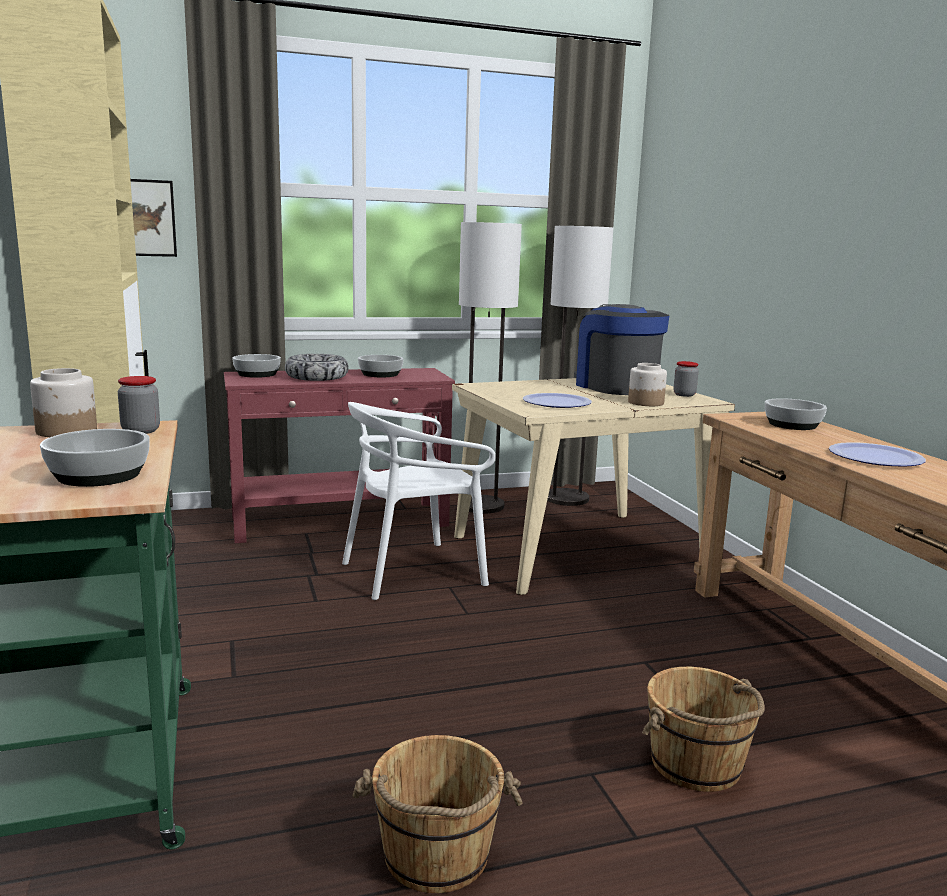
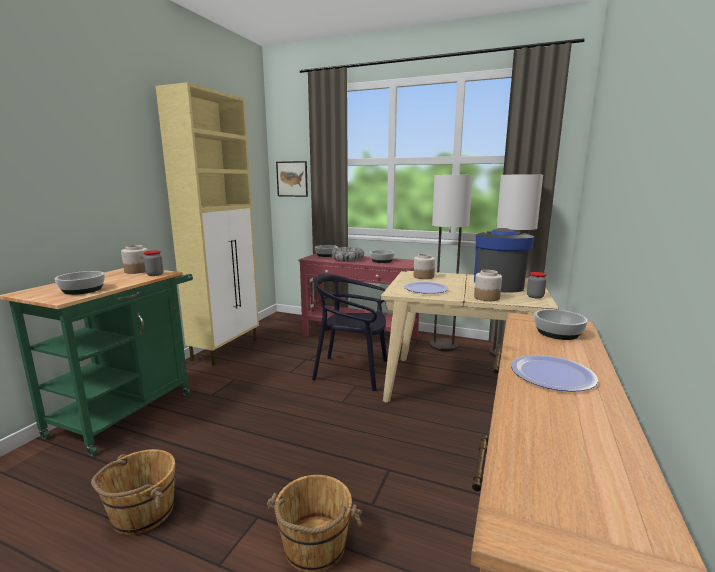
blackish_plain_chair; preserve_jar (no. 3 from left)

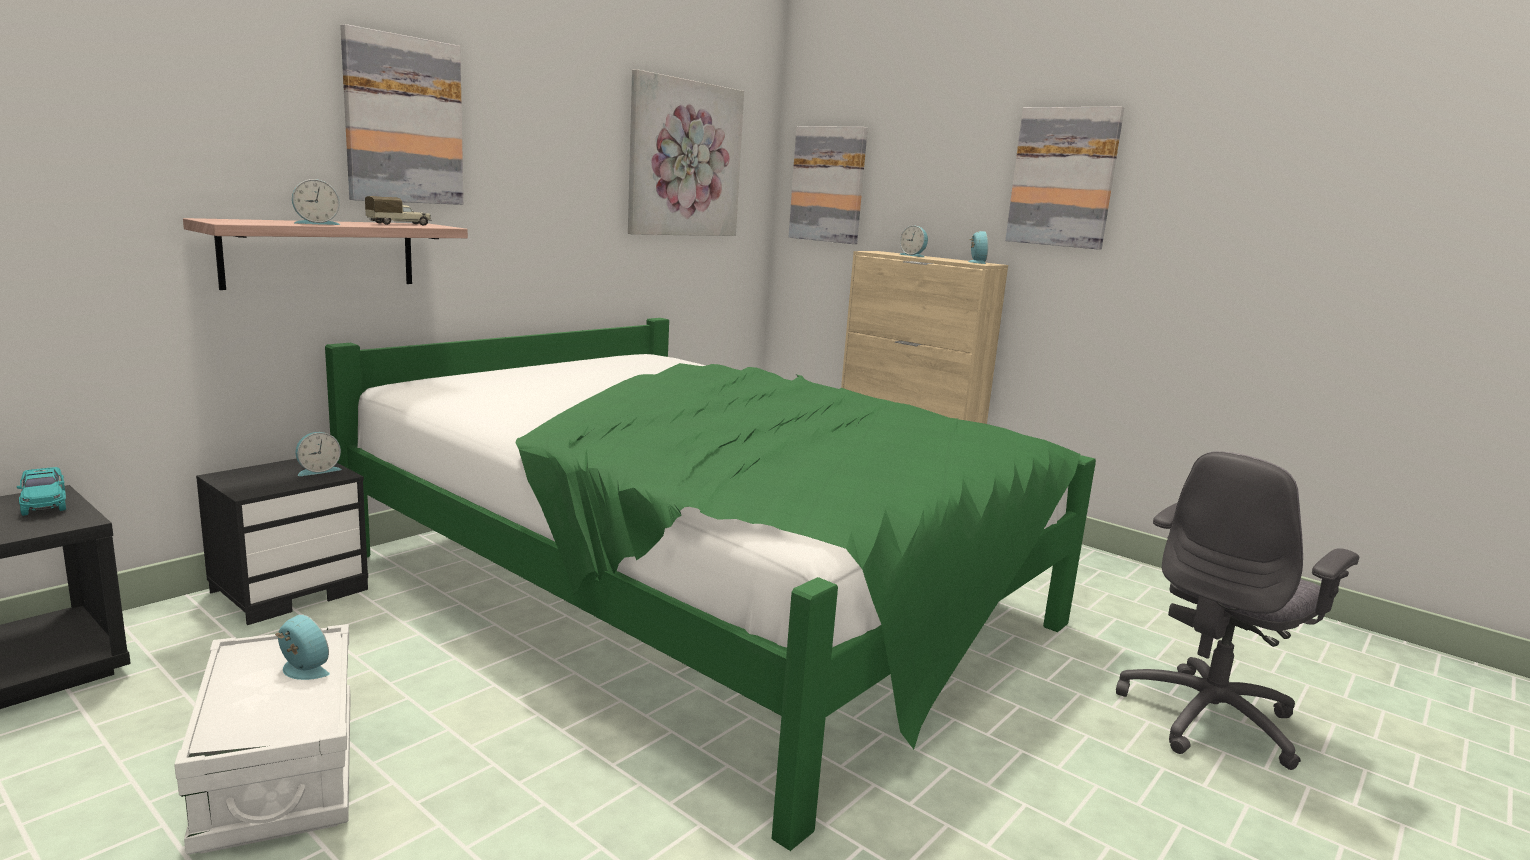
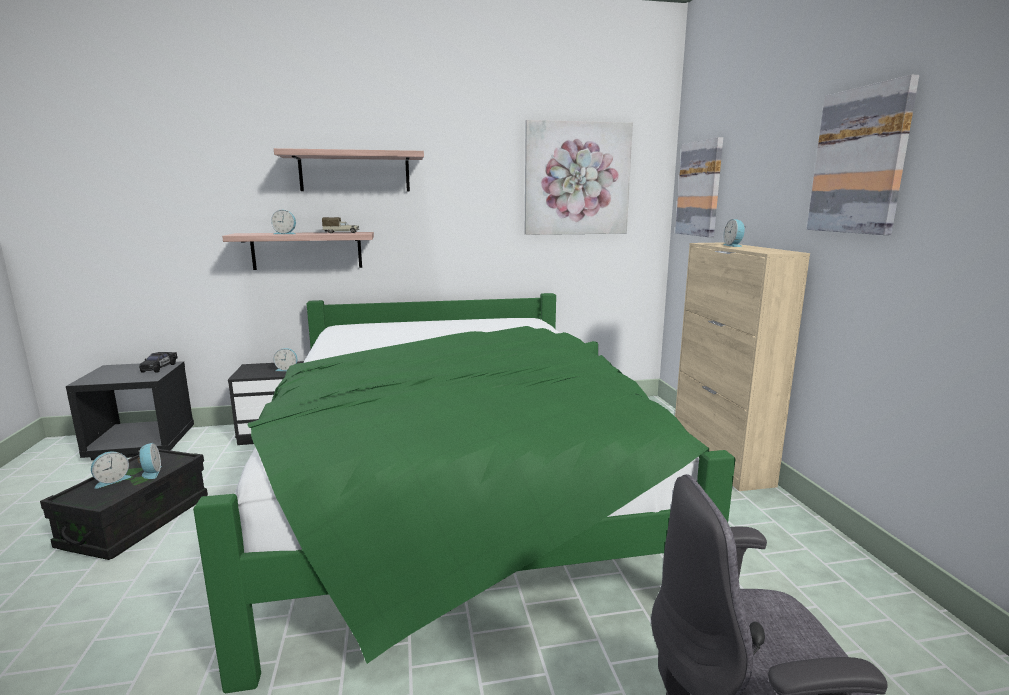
blackish_storage_bin; table_clock (no. 1 from left); blackish_miniature_car; wall_shelf (no. 2 from left)

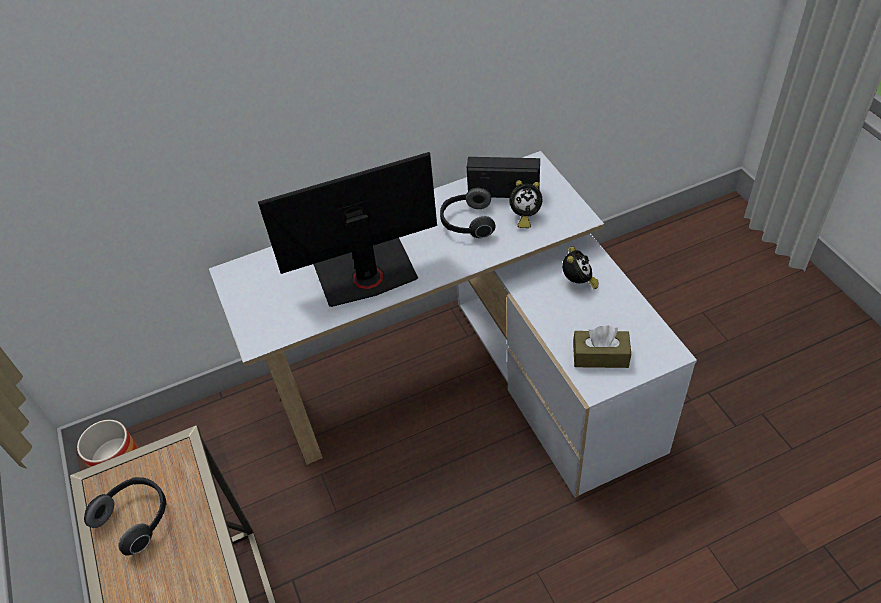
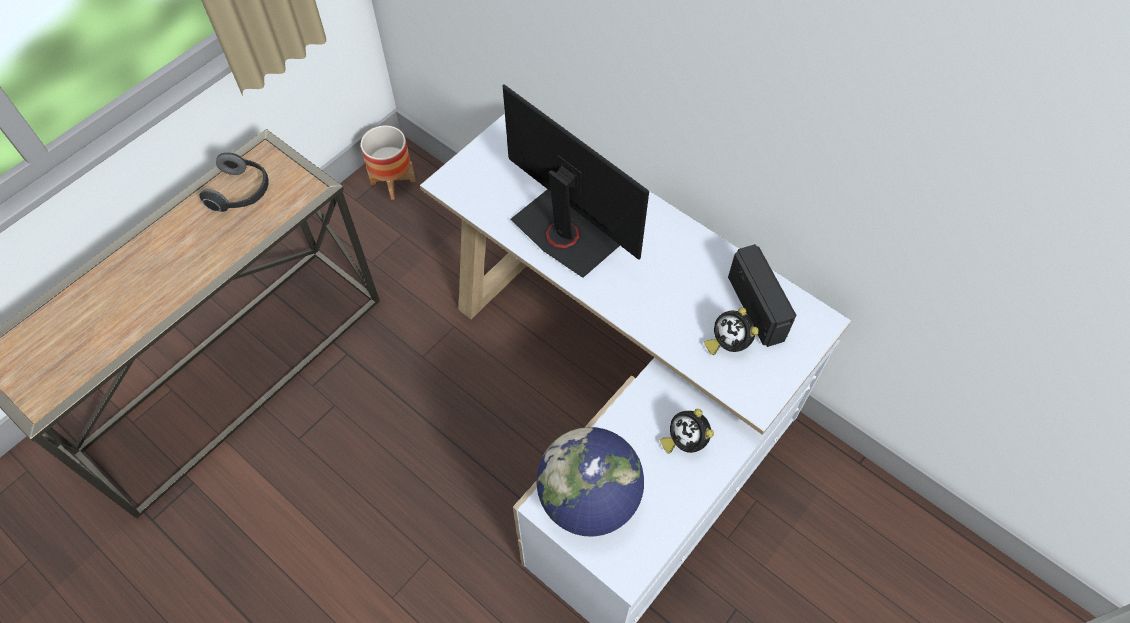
globe; table_clock (no. 1 from left); headset (no. 2 from left in the first image)

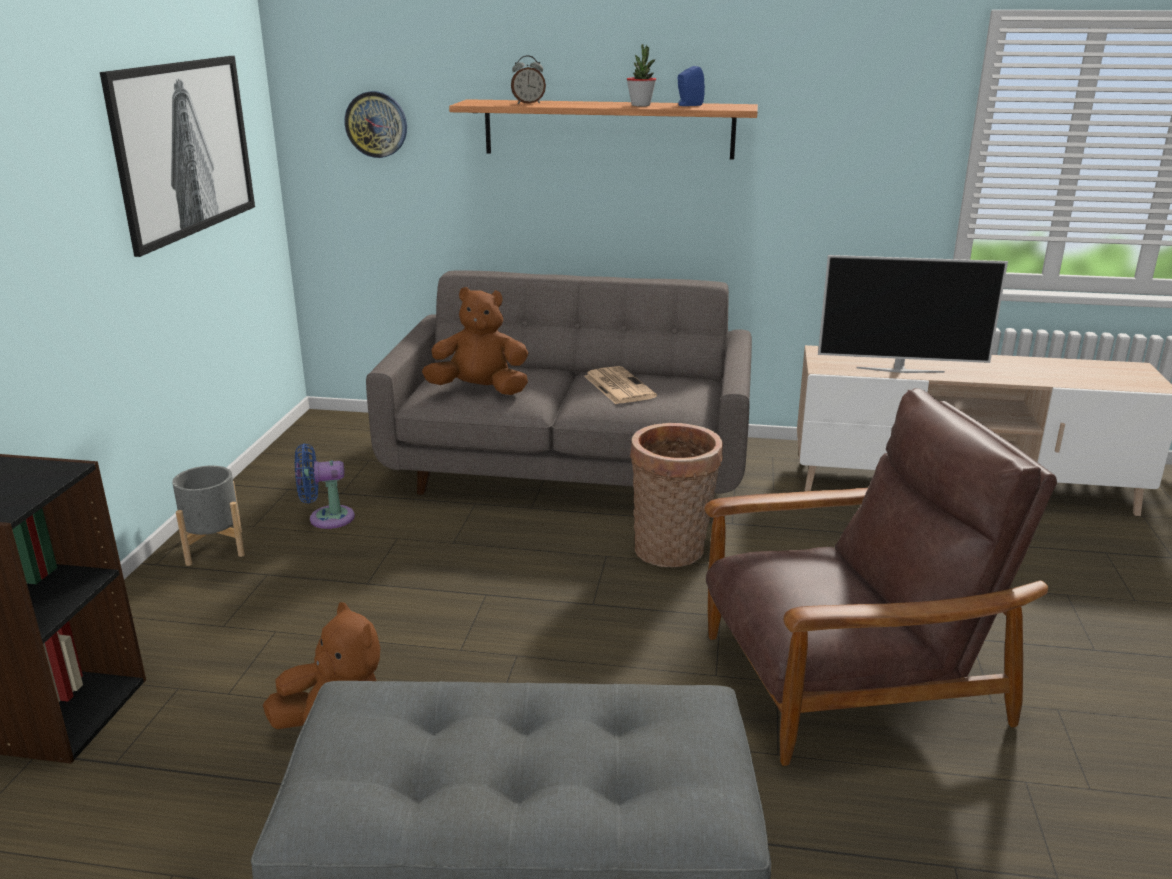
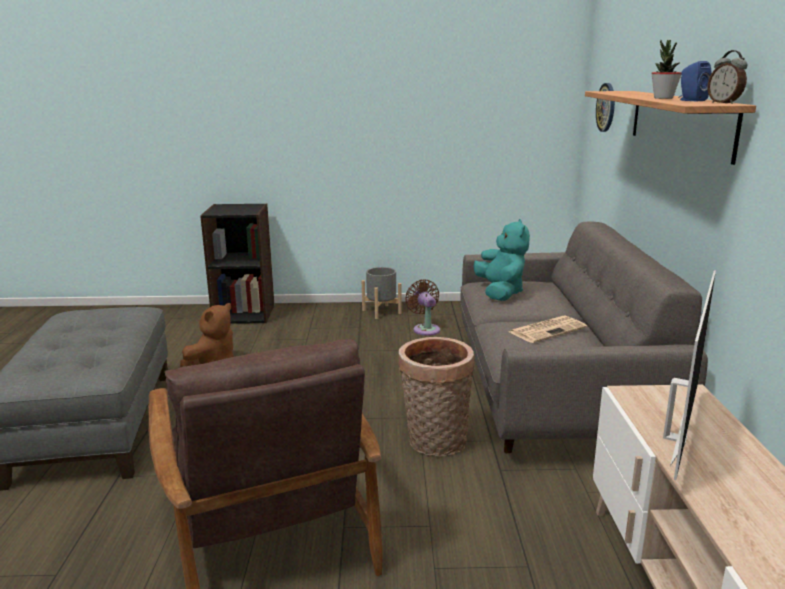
brownish_electric_fan; turquoise_plush_toy; television; table_clock; wall_art

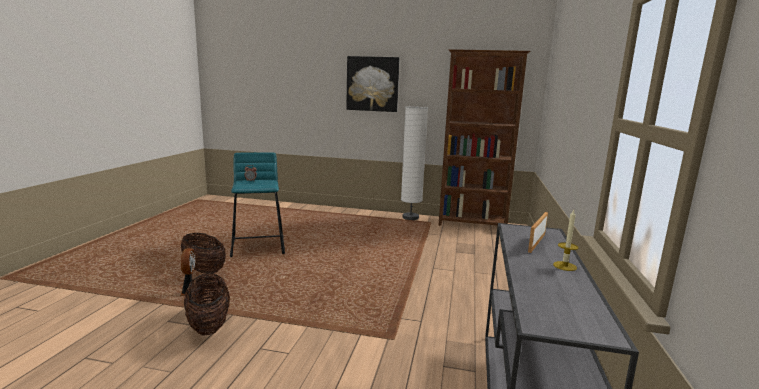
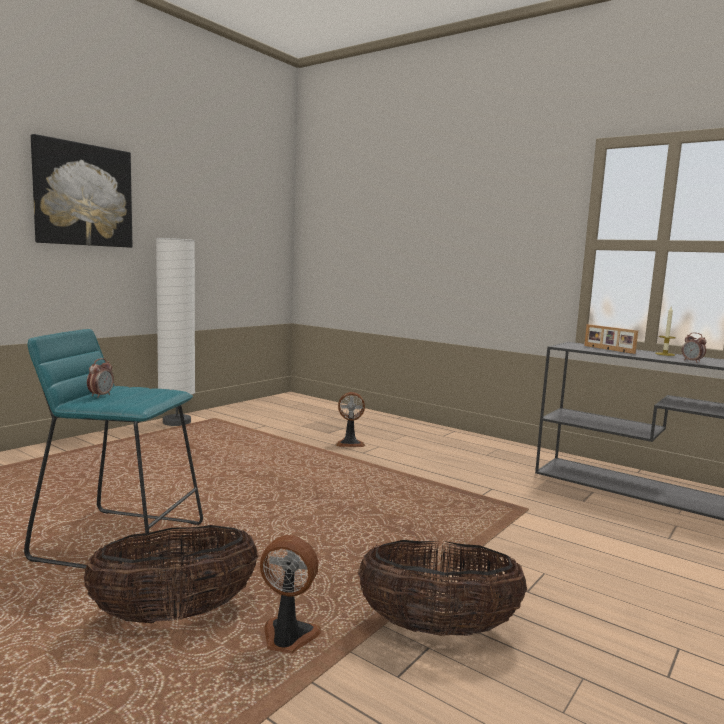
electric_fan (no. 2 from left); table_clock (no. 2 from left); brownish_bookshelf

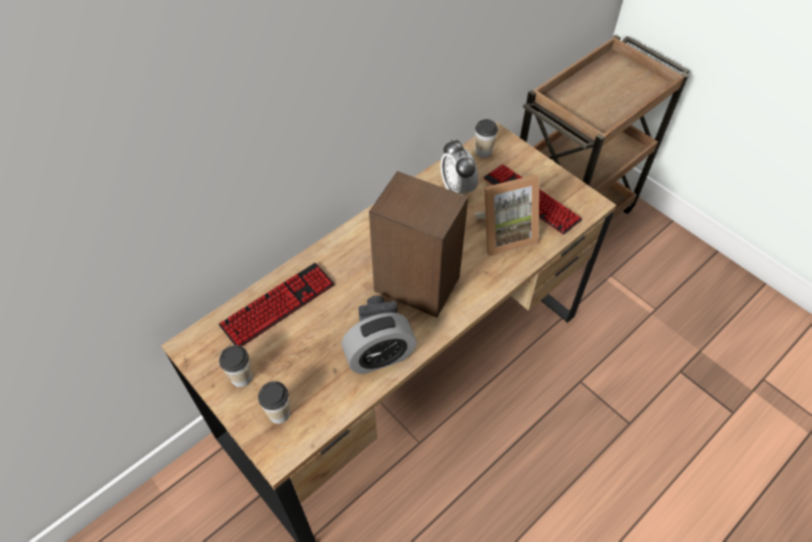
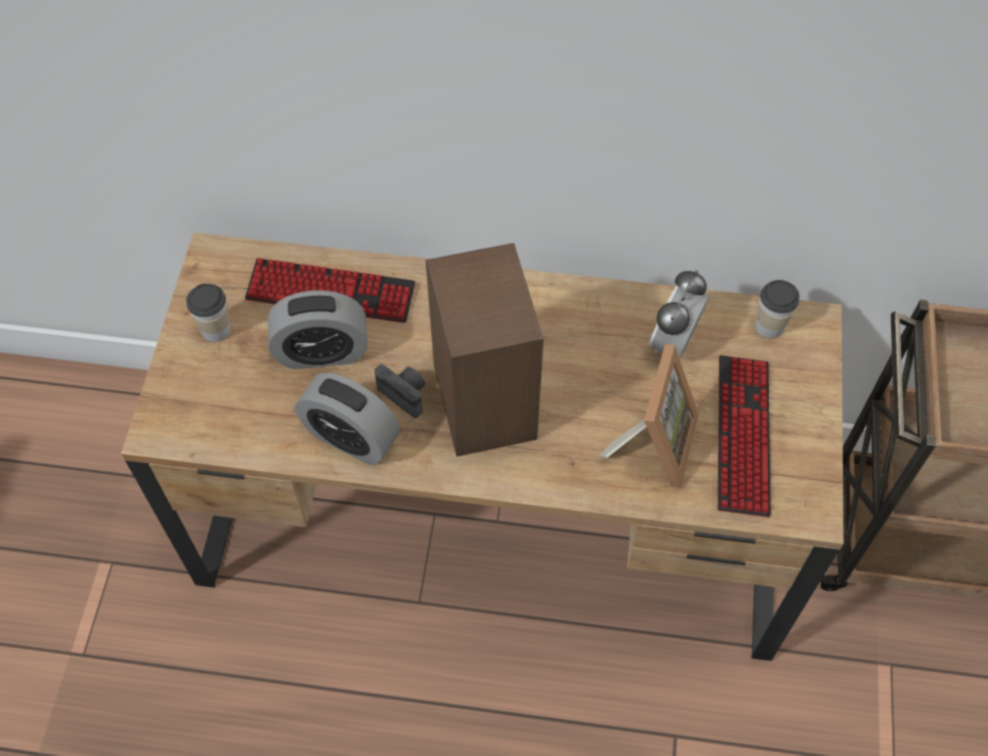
table_clock (no. 1 from left); picture_frame; small_cup (no. 2 from left in the first image)

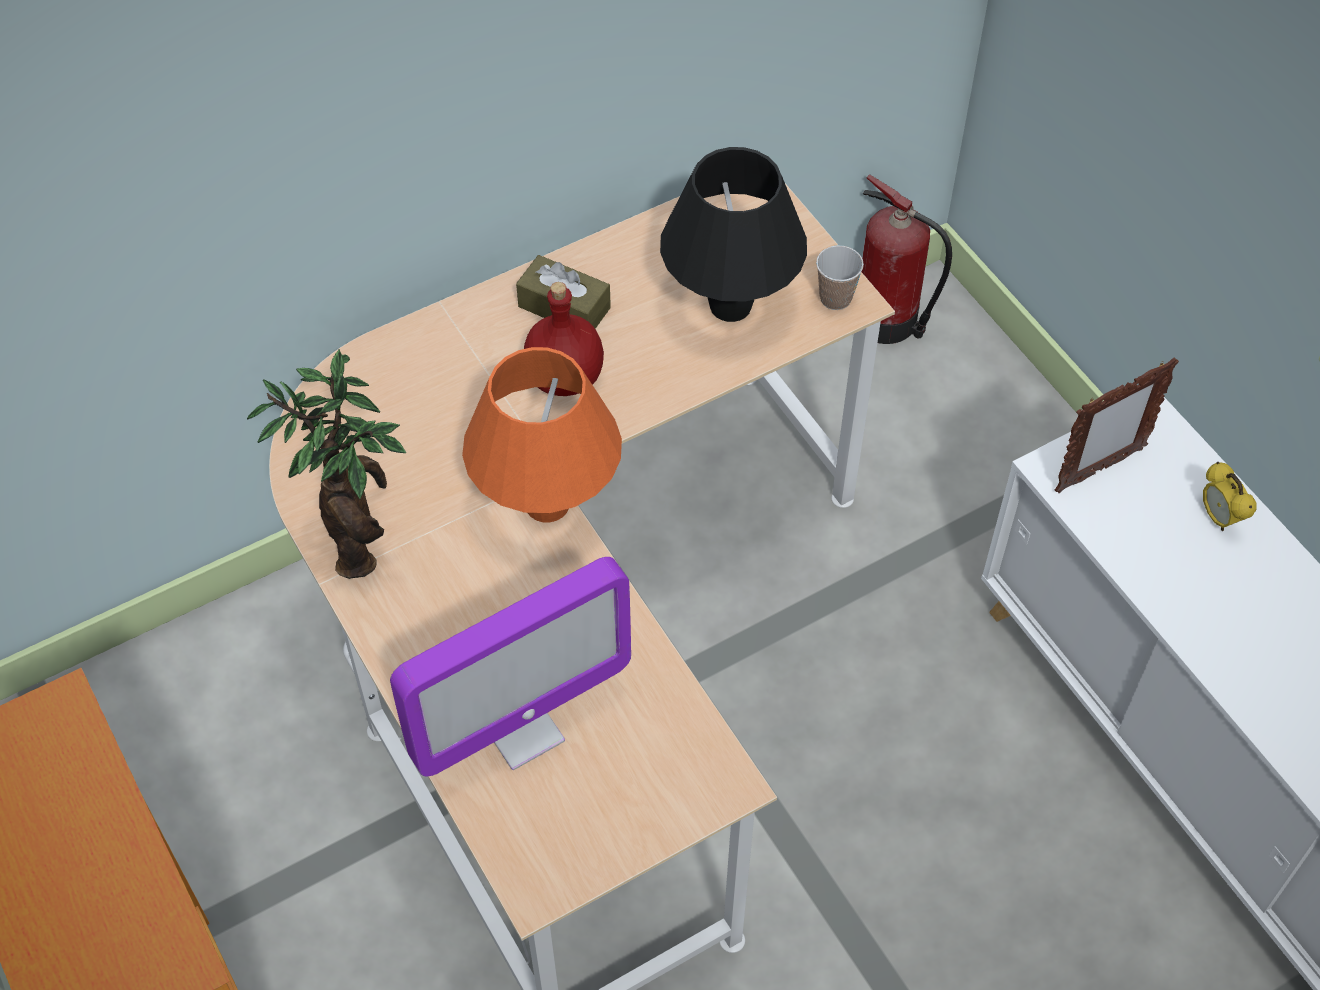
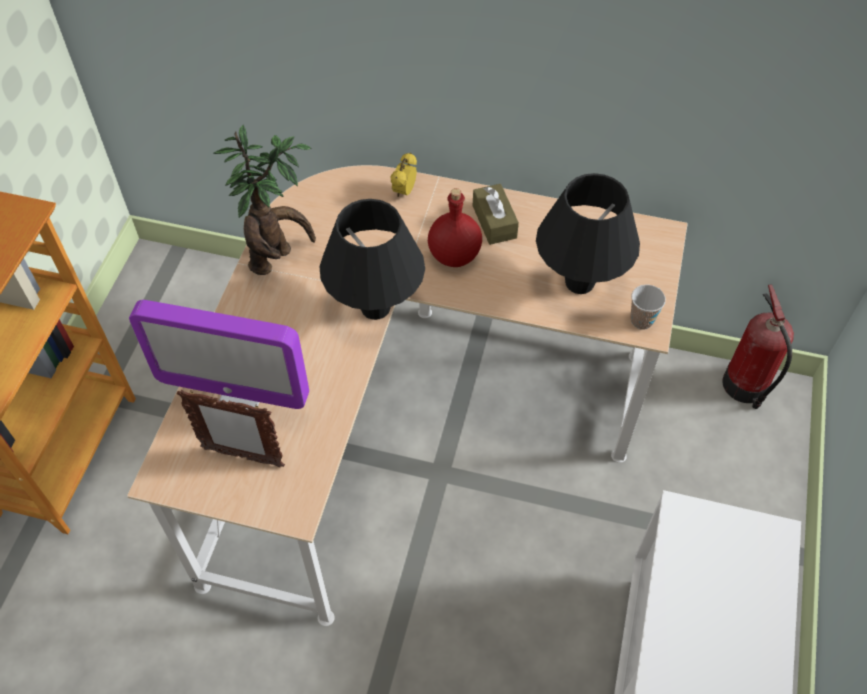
picture_frame; blackish_lamp_for_a_table (no. 1 from left); table_clock

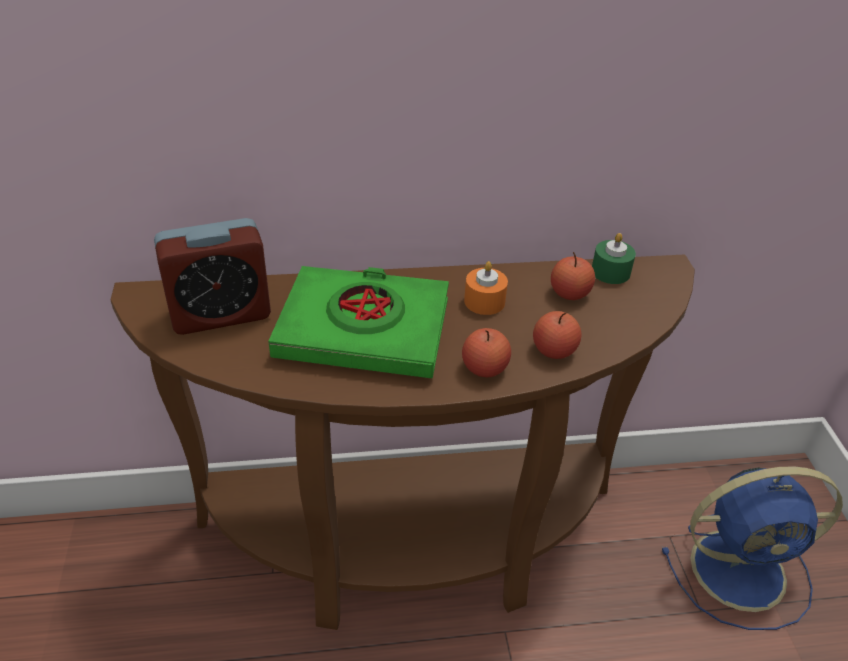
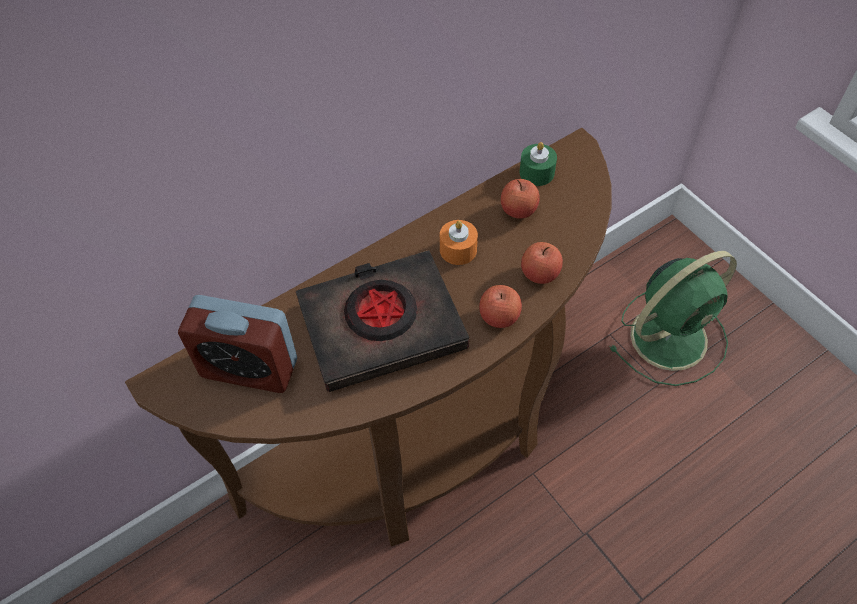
table_clock; blackish_volume; green_electric_fan

